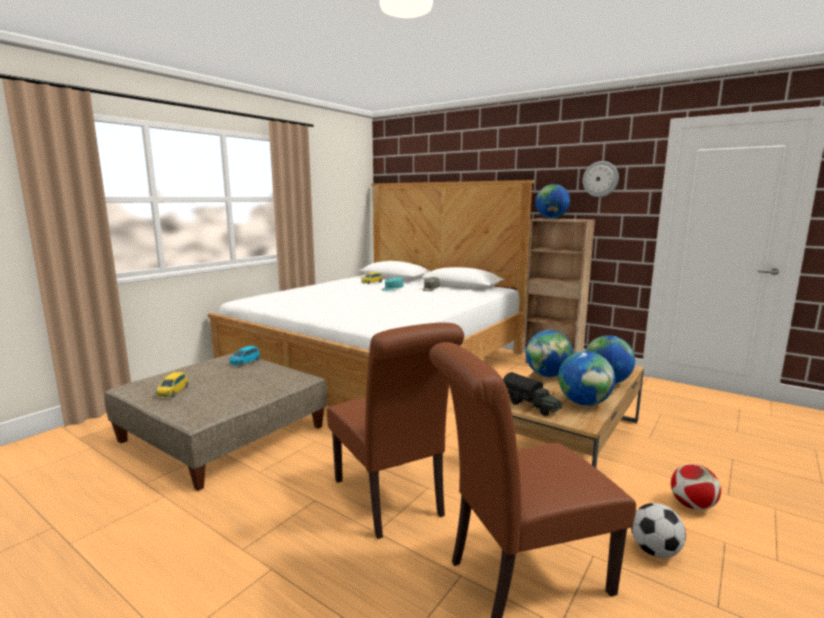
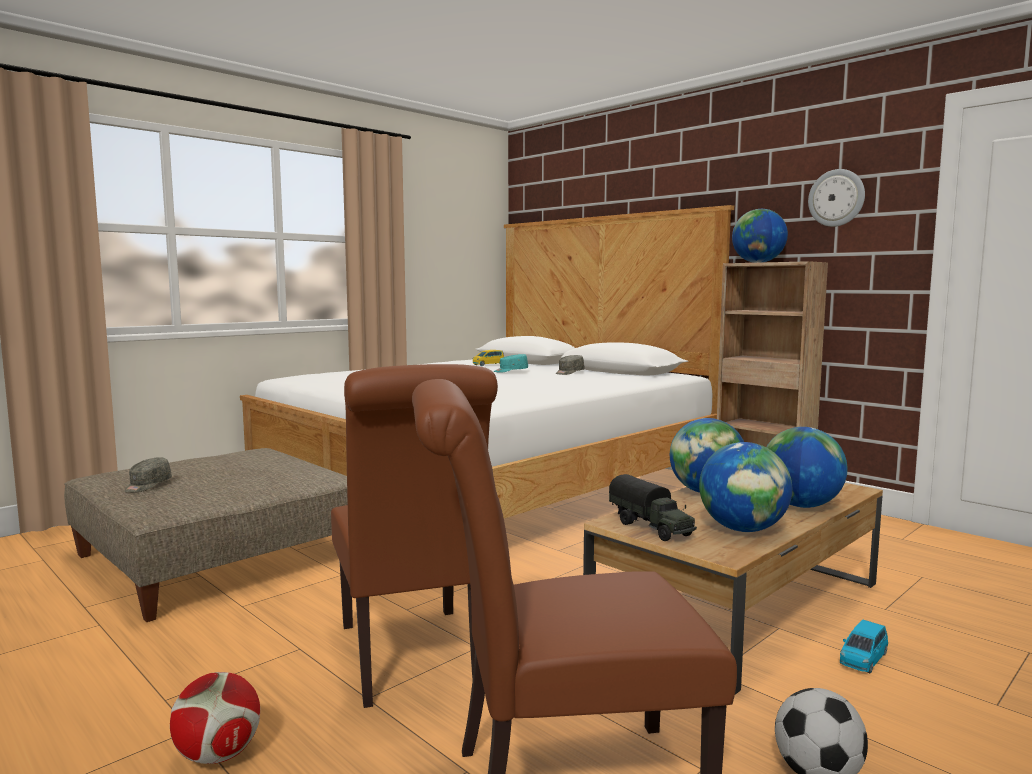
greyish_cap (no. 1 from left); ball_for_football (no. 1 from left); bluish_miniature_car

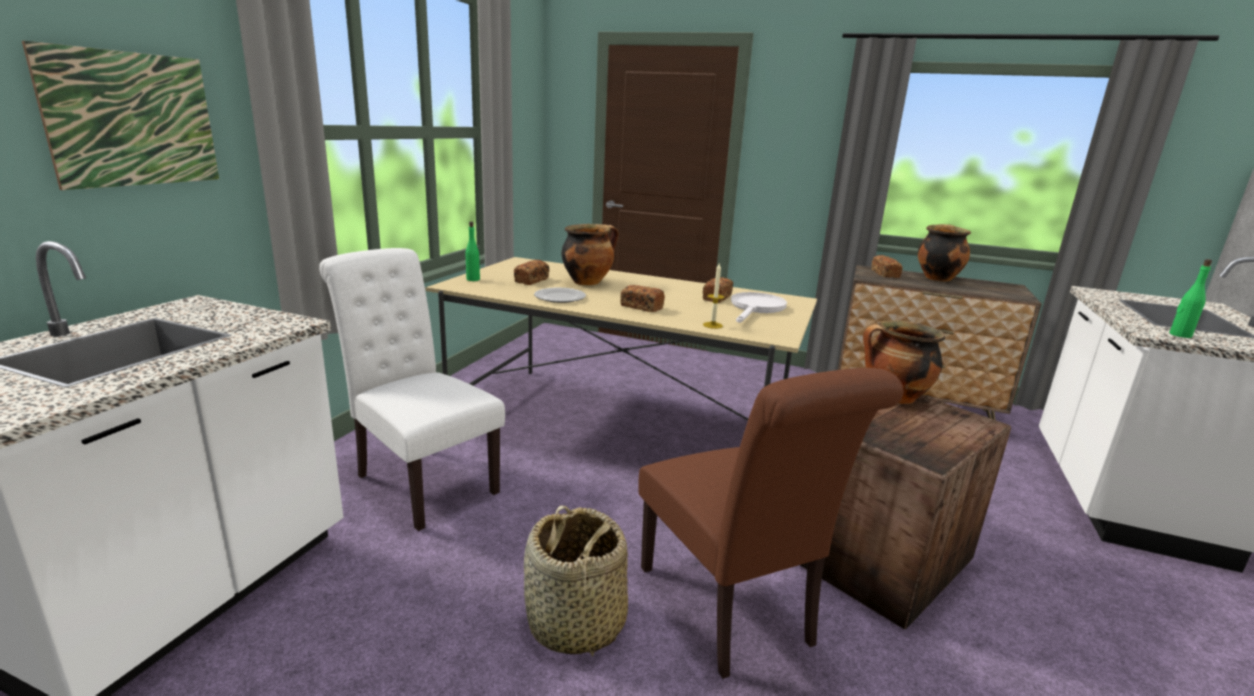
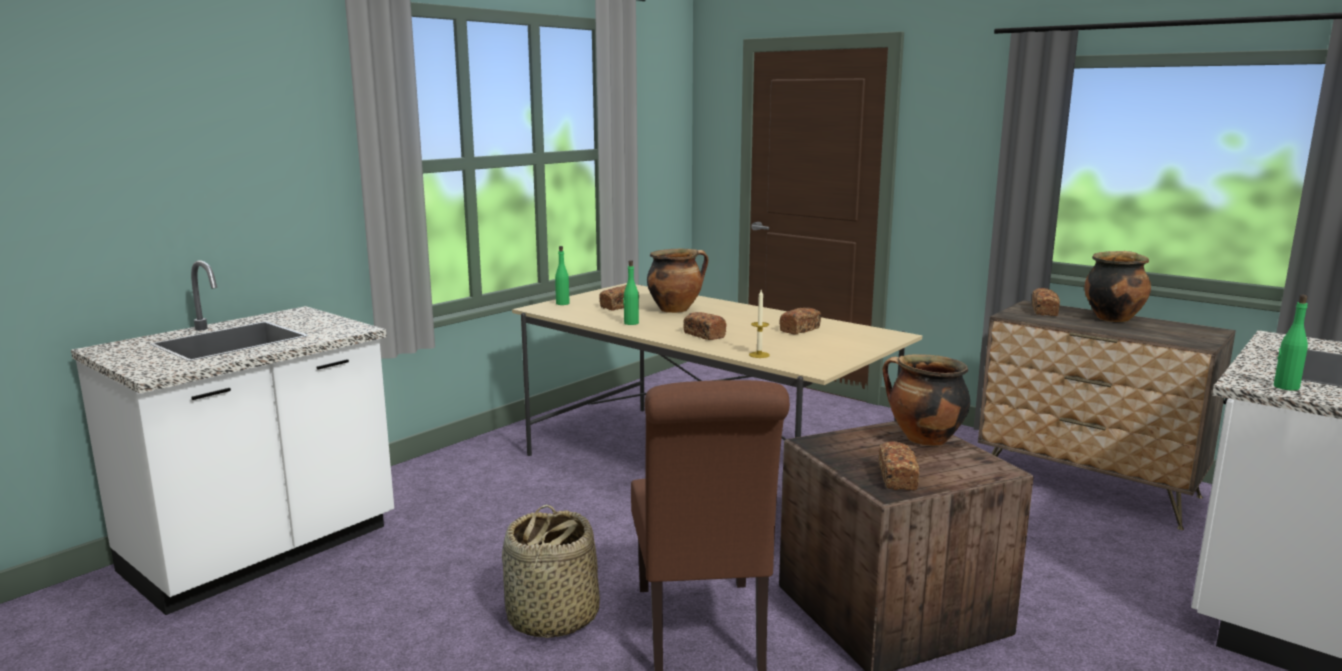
green_beverage_bottle (no. 2 from left); bread (no. 4 from left); wall_art; whitish_plain_chair; whitish_pan

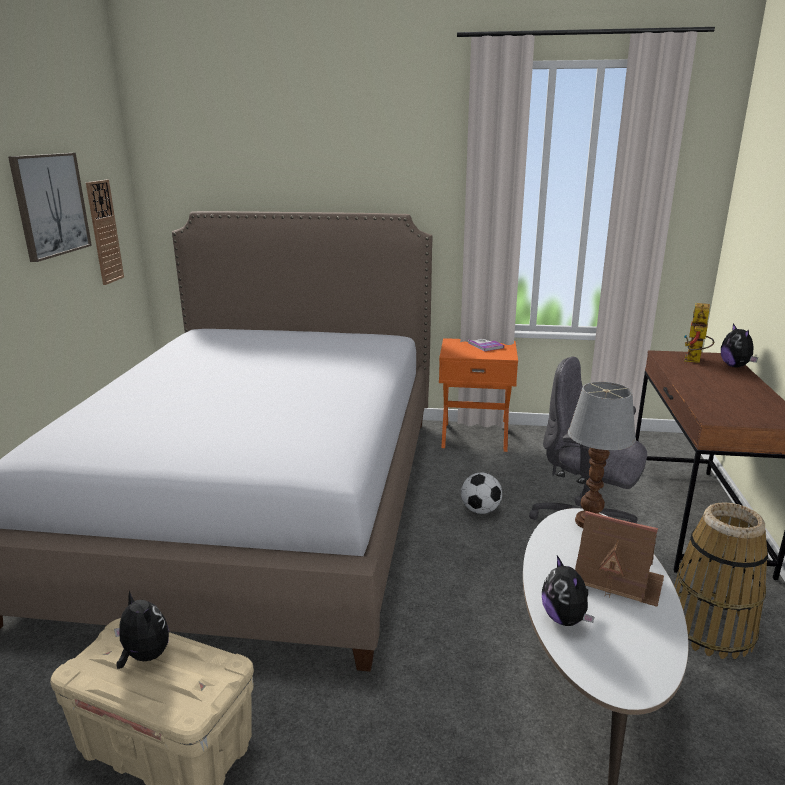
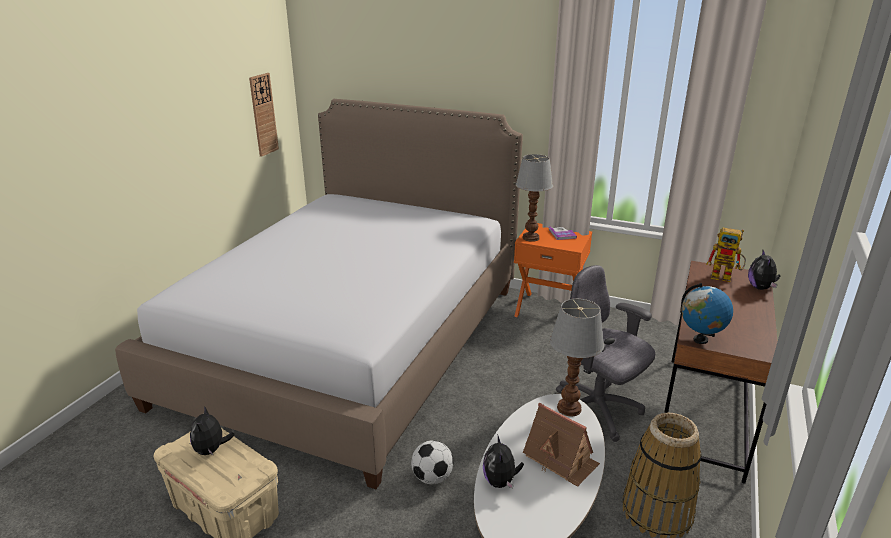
plush_toy (no. 1 from left); ball_for_football; lamp_for_a_table (no. 1 from left); globe; model_robot; wall_art

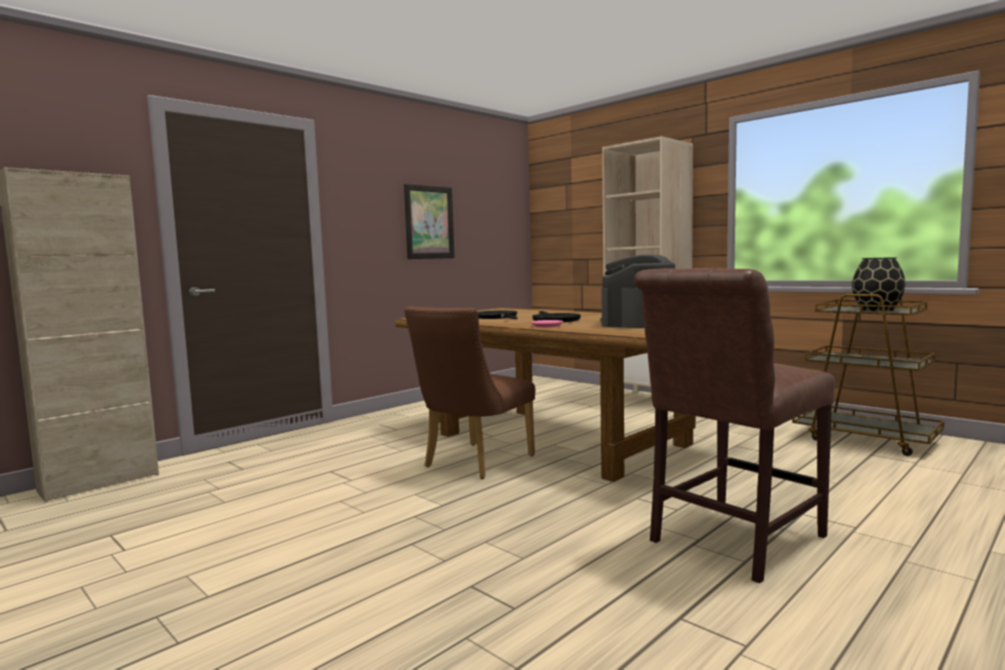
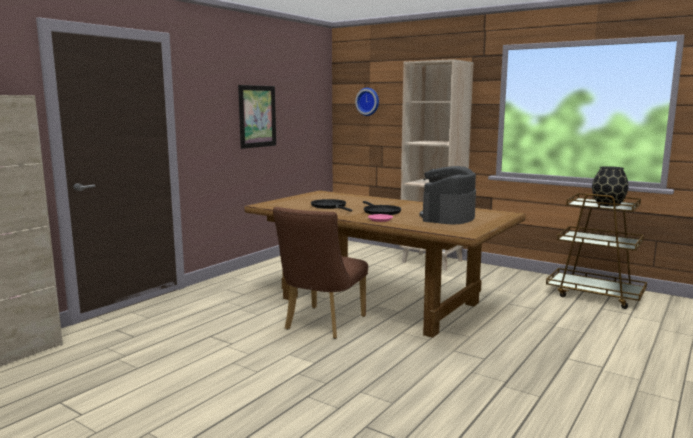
hanging_clock; brownish_plain_chair (no. 2 from left in the first image)

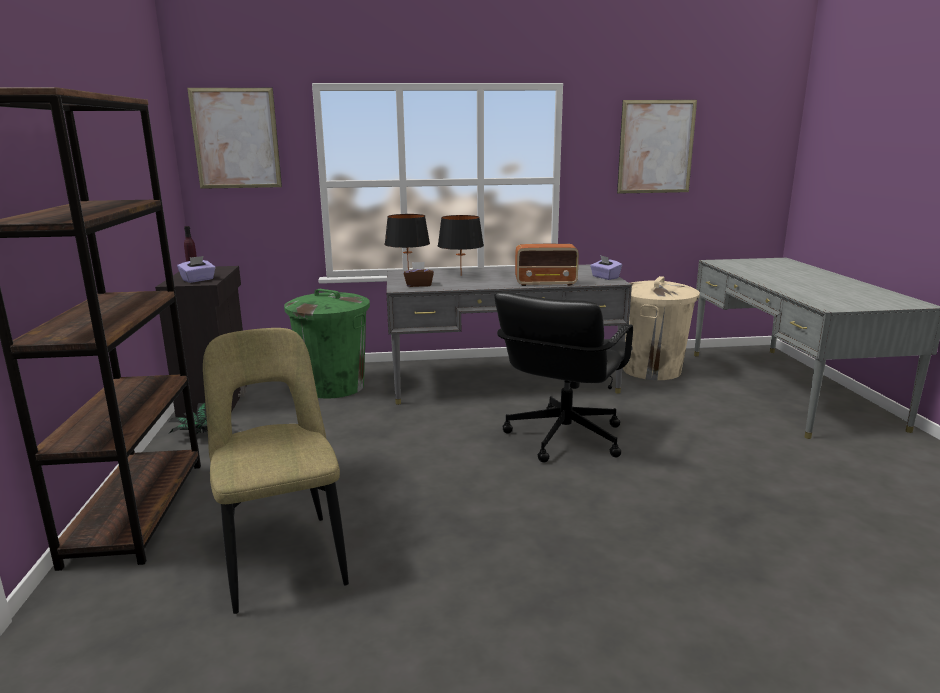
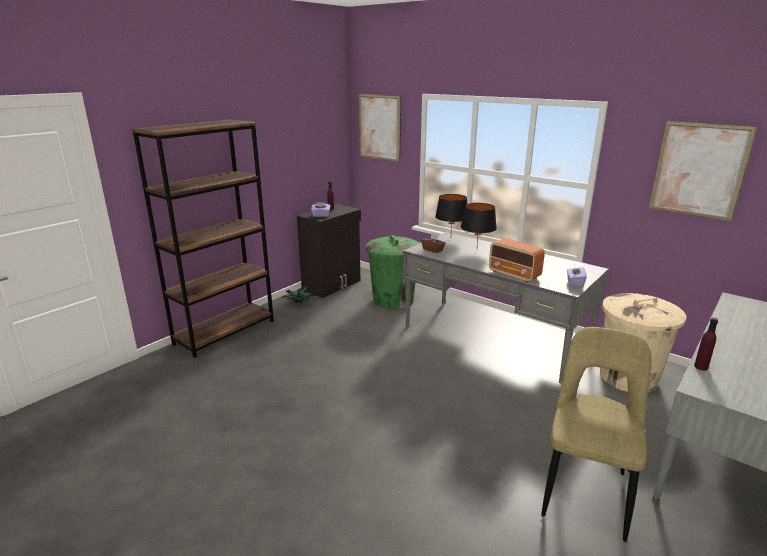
sand-coloured_plain_chair; purplish_beverage_bottle (no. 2 from left); blackish_computer_chair

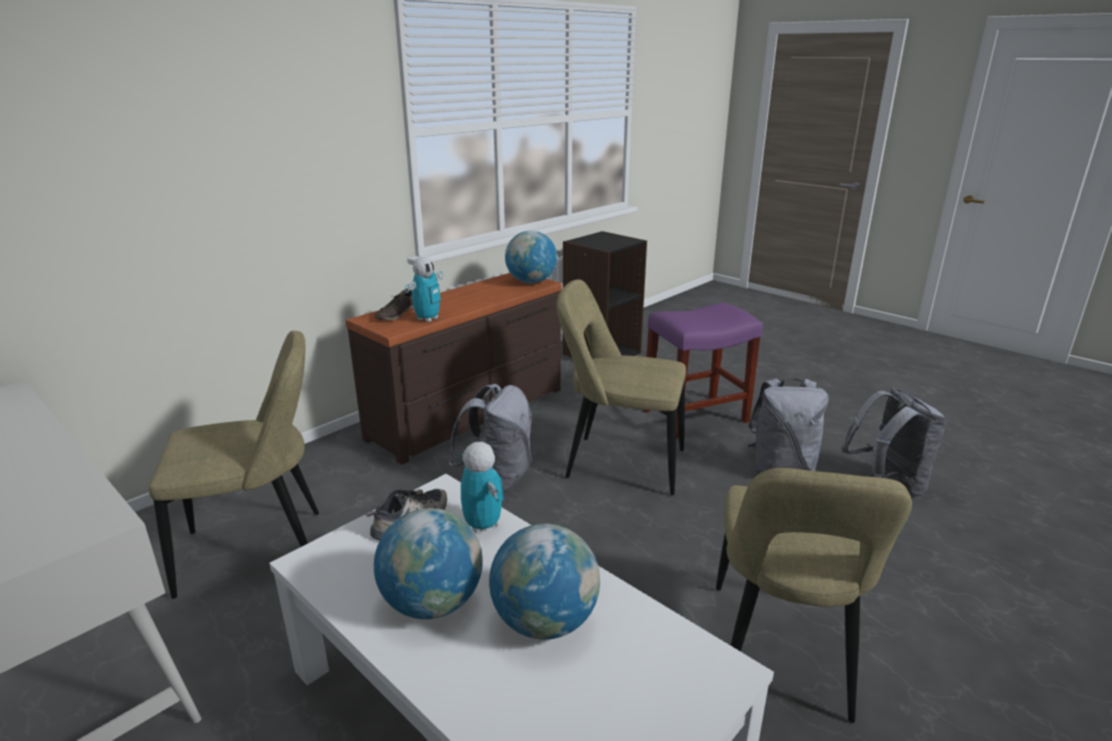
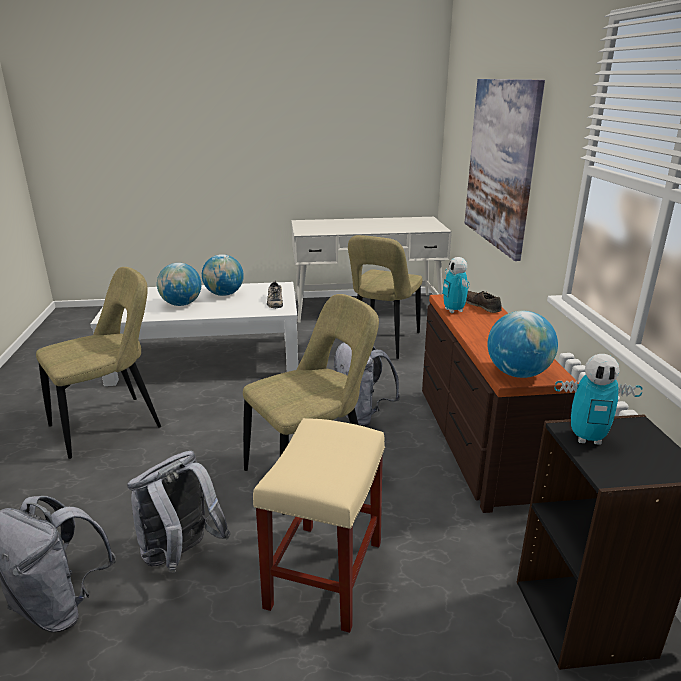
sand-coloured_plain_chair (no. 1 from left); sand-coloured_stool; wall_art; model_robot (no. 2 from left)

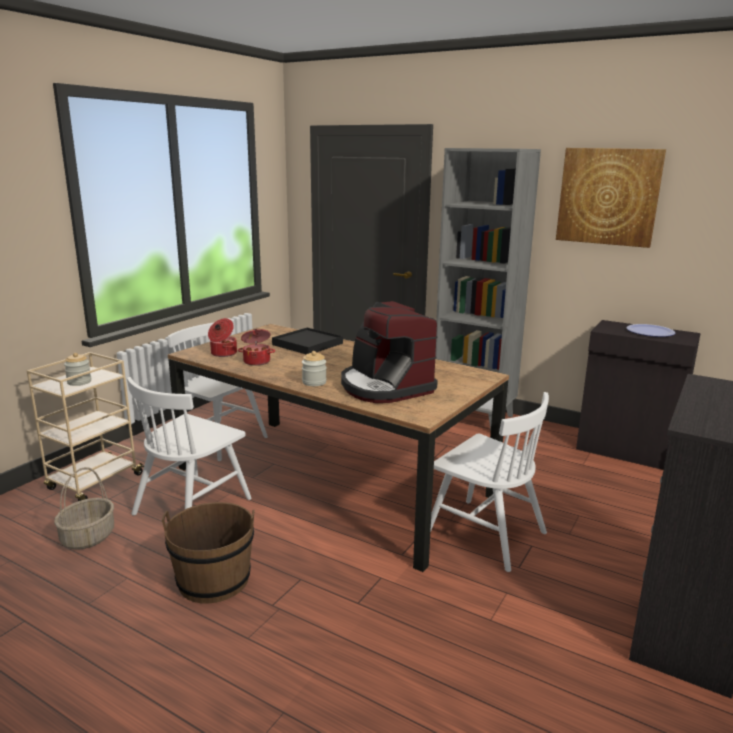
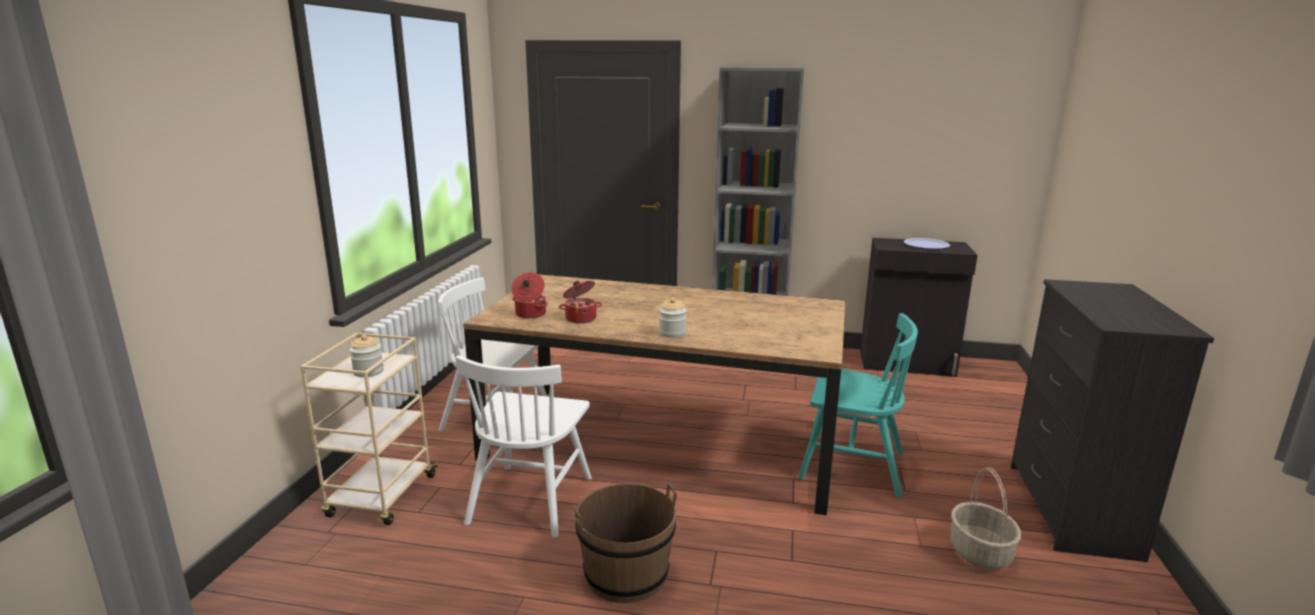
turquoise_plain_chair; basket; blackish_carrying_tray; coffee_brewer; wall_art

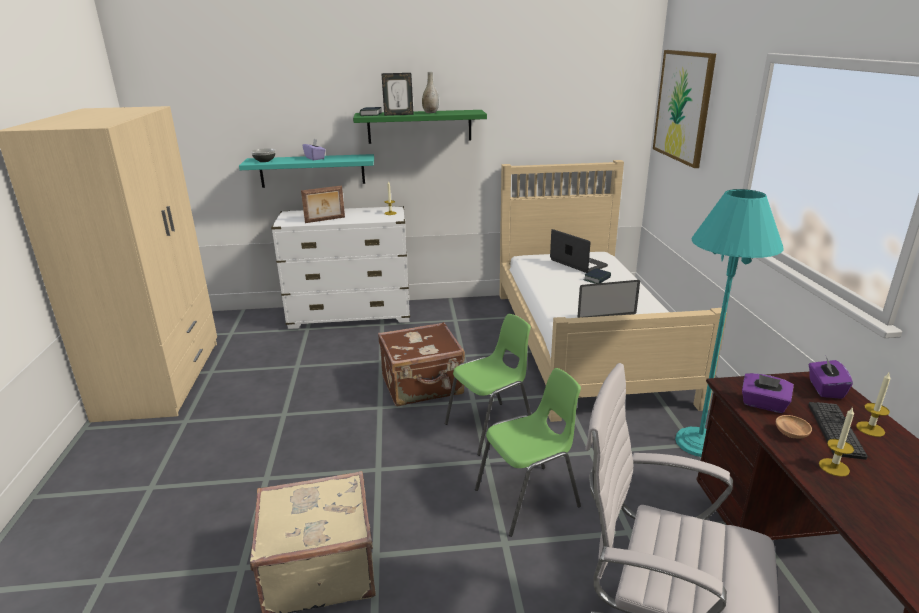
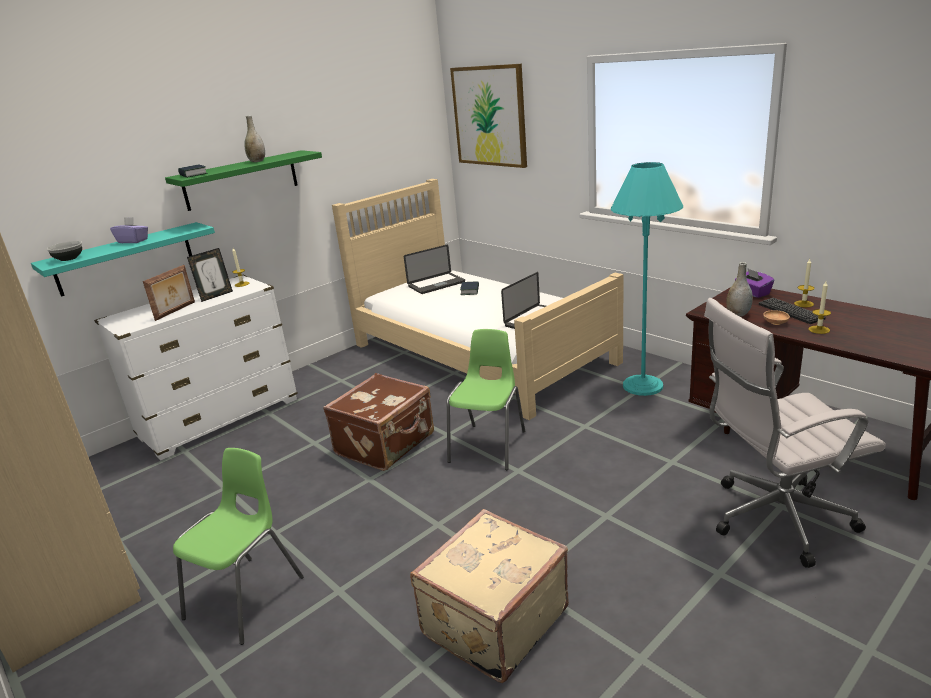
green_plain_chair (no. 1 from left); picture_frame (no. 2 from left); notebook_computer (no. 1 from left); greyish_decorative_vase (no. 2 from left)

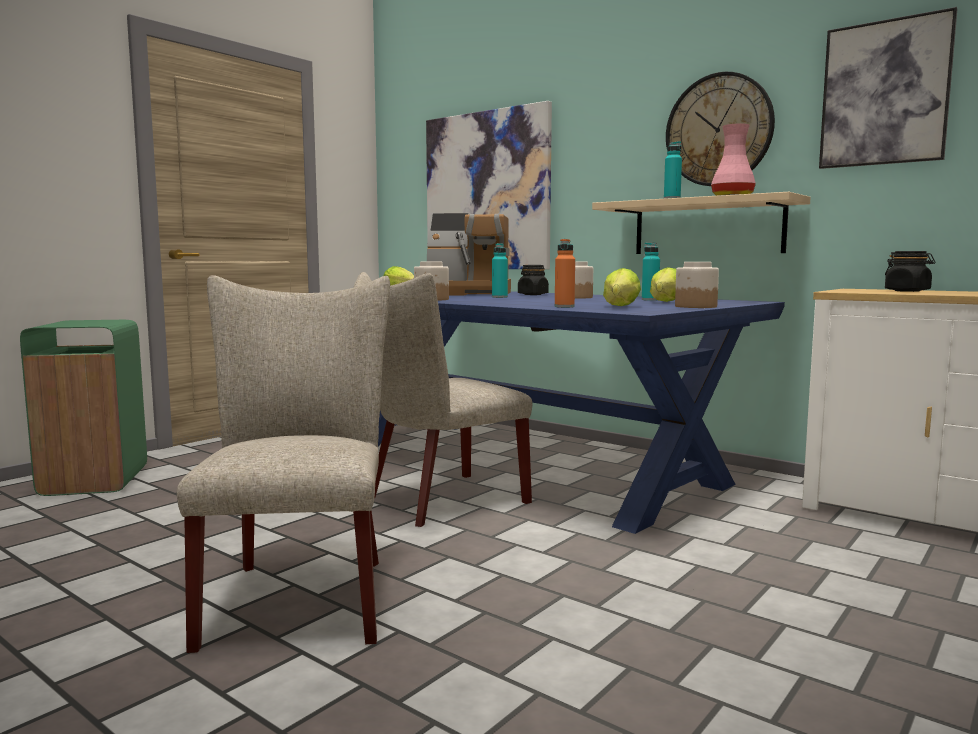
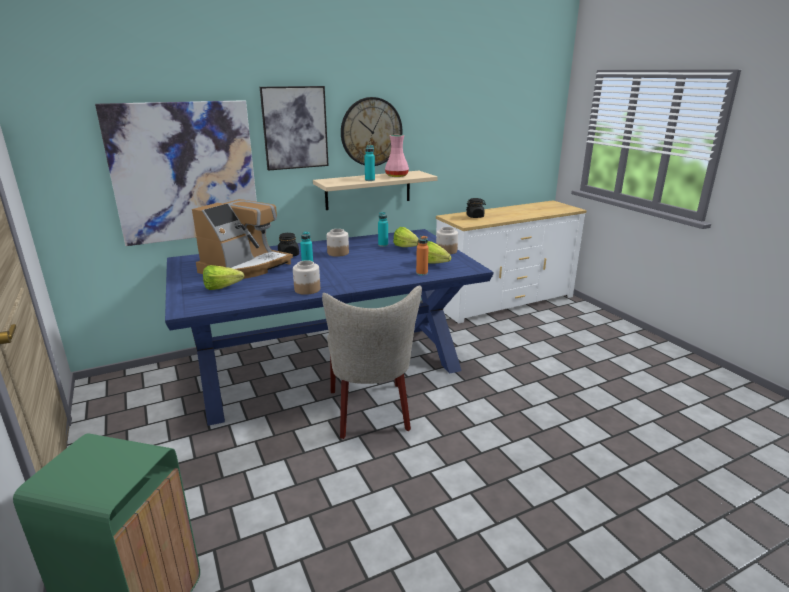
wall_art (no. 2 from left); sand-coloured_plain_chair (no. 1 from left in the first image)

